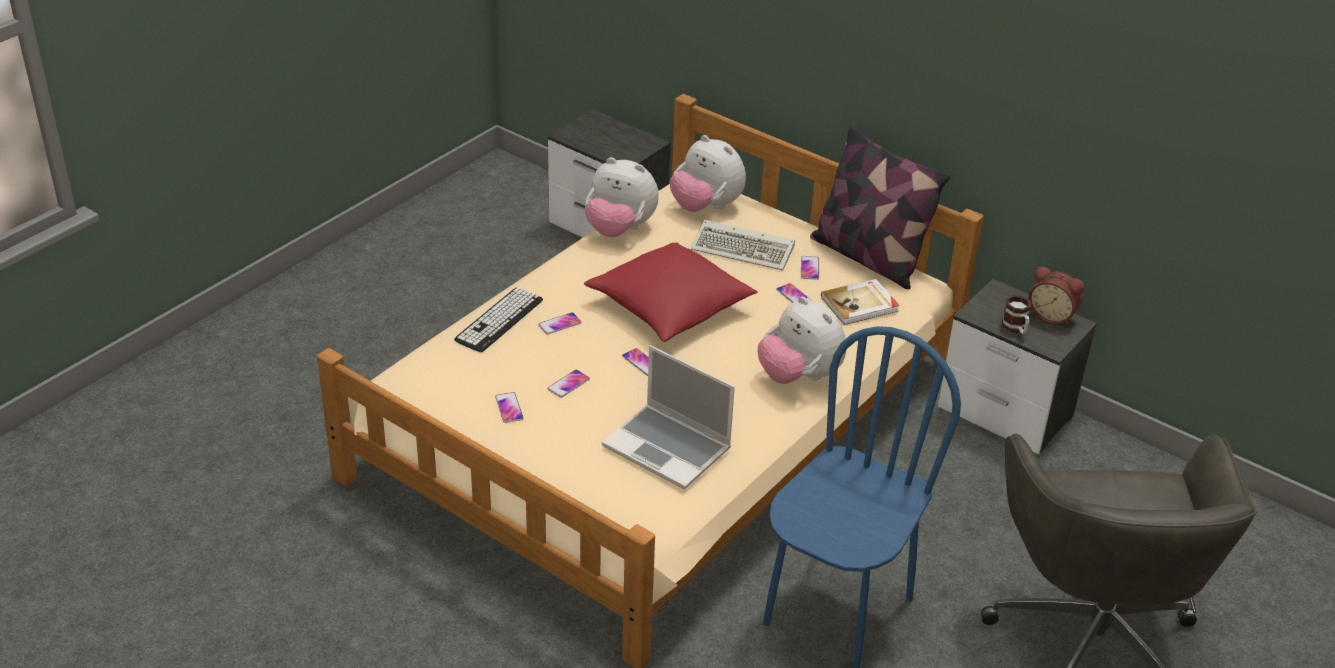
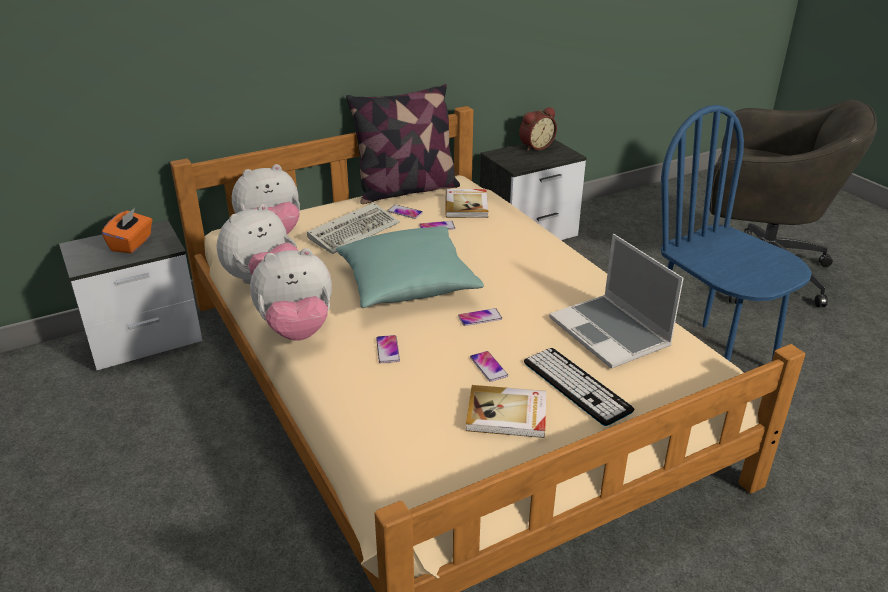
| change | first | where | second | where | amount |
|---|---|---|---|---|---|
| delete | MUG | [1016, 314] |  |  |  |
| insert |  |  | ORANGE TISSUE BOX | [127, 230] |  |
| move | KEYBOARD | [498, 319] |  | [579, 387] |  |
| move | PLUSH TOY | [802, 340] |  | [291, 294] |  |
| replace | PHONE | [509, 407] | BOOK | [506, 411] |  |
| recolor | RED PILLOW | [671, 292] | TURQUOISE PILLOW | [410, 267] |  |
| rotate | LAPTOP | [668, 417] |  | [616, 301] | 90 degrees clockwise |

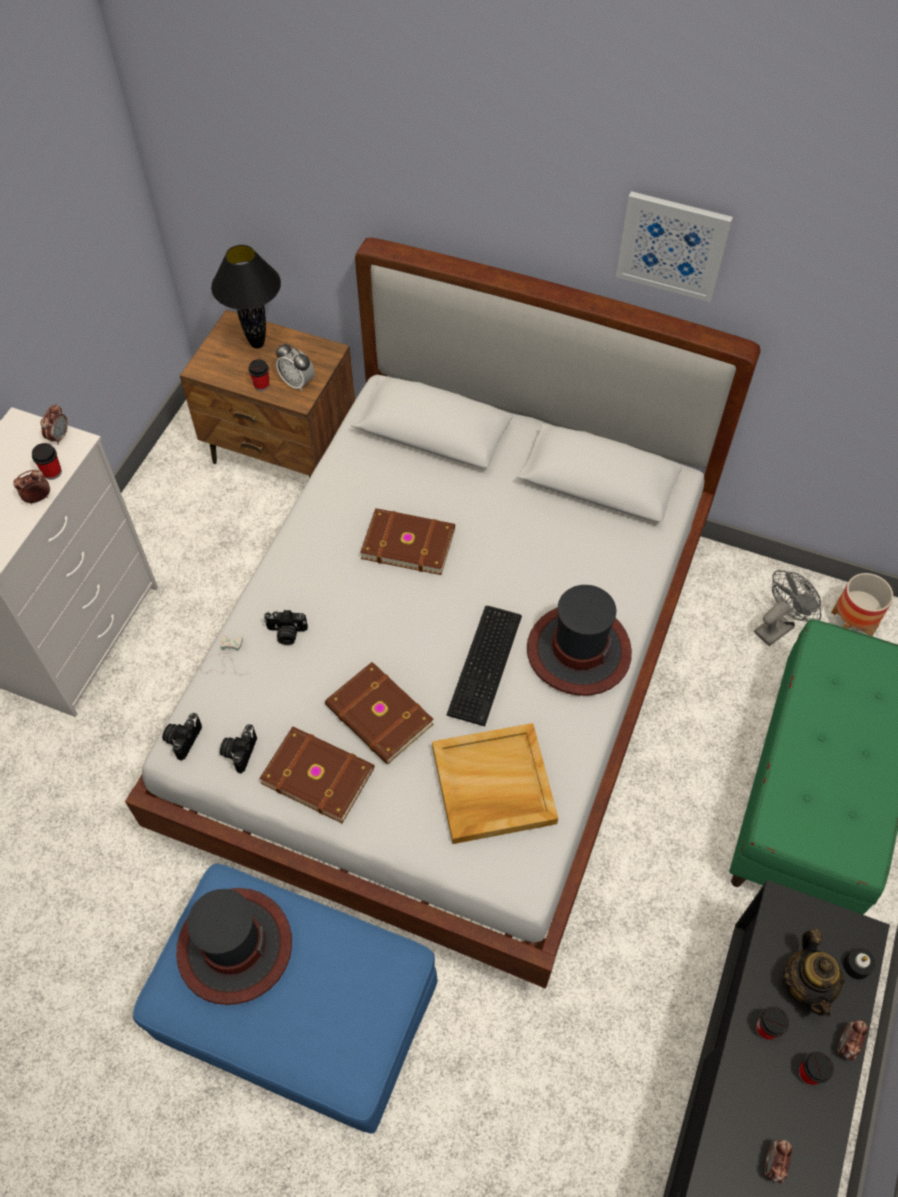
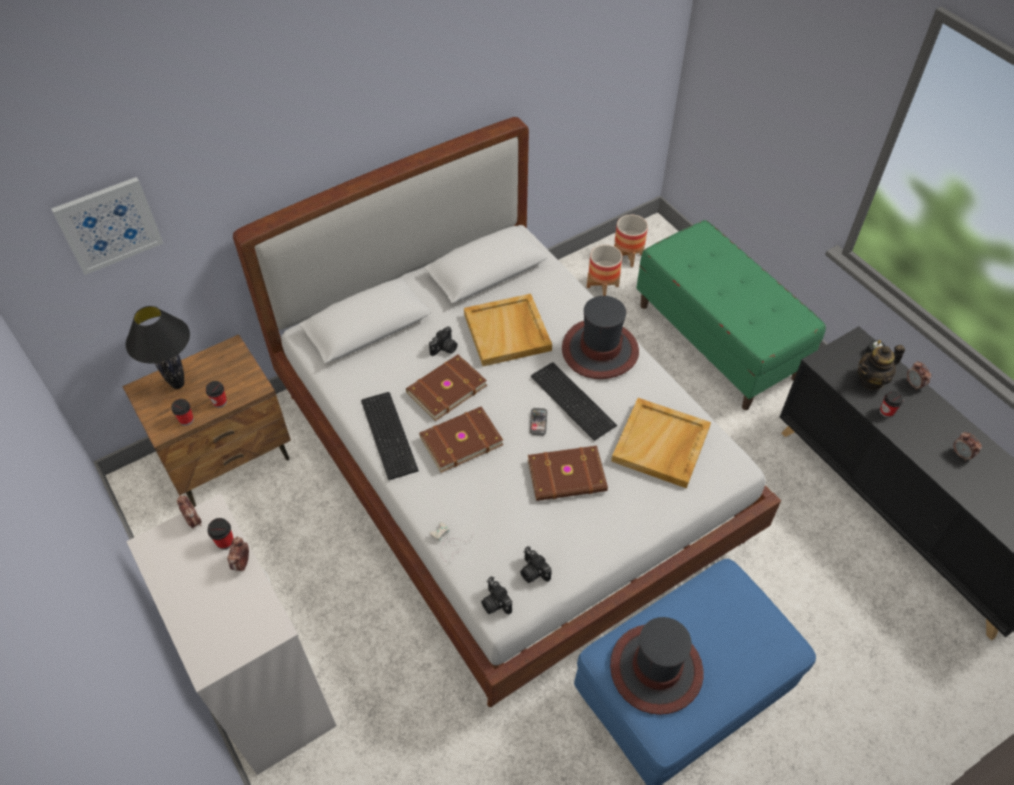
| change | first | where | second | where | amount |
|---|---|---|---|---|---|
| delete | ALARM CLOCK | [295, 368] |  |  |  |
| insert |  |  | KEYBOARD | [390, 436] |  |
| insert |  |  | BEIGE TRAY | [508, 330] |  |
| insert |  |  | PHONE | [538, 421] |  |
| move | BROWN BOOK | [316, 775] |  | [461, 439] |  |
| move | PHOTO CAMERA | [286, 627] |  | [443, 341] |  |
| move | PICTURE | [674, 246] |  | [107, 226] |  |
| move | CUP | [816, 1068] |  | [182, 412] |  |
| replace | GREY FAN | [787, 608] | PLANTER | [604, 270] |  |
| rotate | TEAPOT | [813, 973] |  | [881, 367] | 120 degrees clockwise |

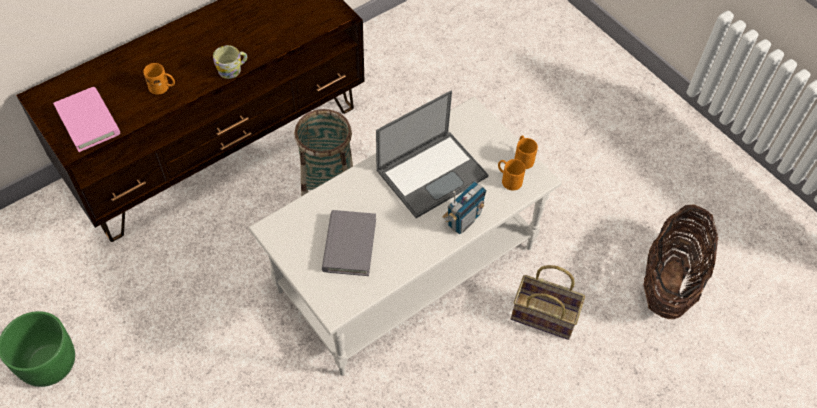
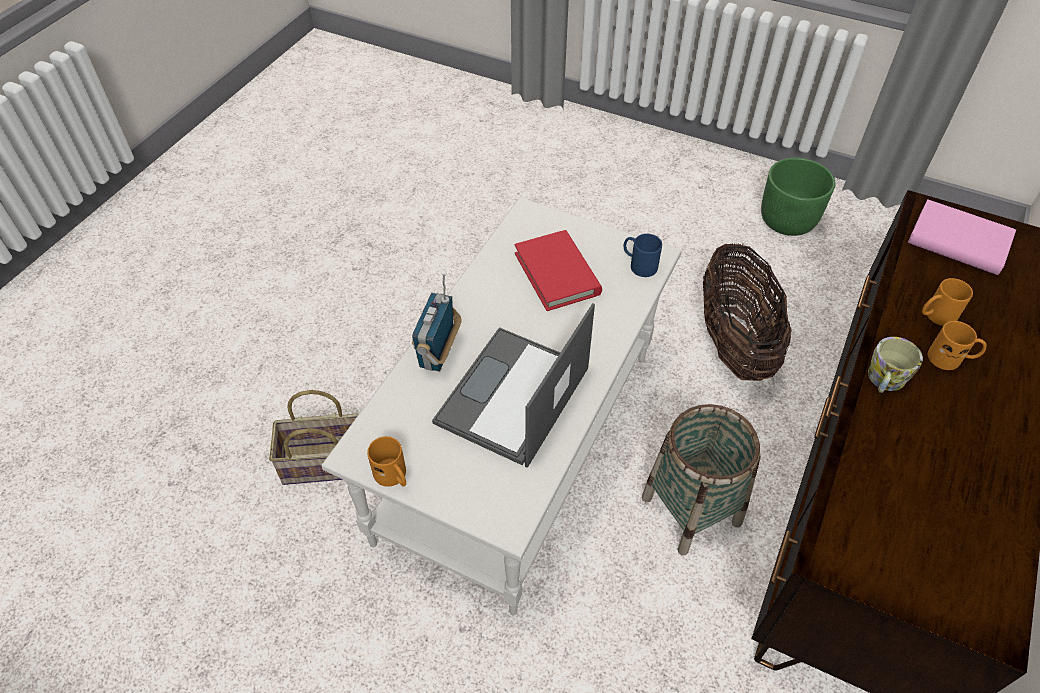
| change | first | where | second | where | amount |
|---|---|---|---|---|---|
| insert |  |  | BLUE MUG | [643, 255] |  |
| move | ORANGE MUG | [512, 175] |  | [957, 345] |  |
| move | BASKET | [680, 261] |  | [747, 312] |  |
| recolor | GREY BOOK | [349, 243] | RED BOOK | [558, 270] |  |

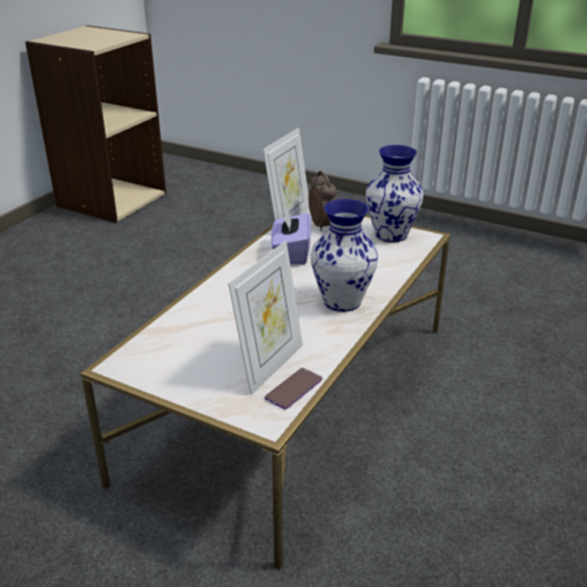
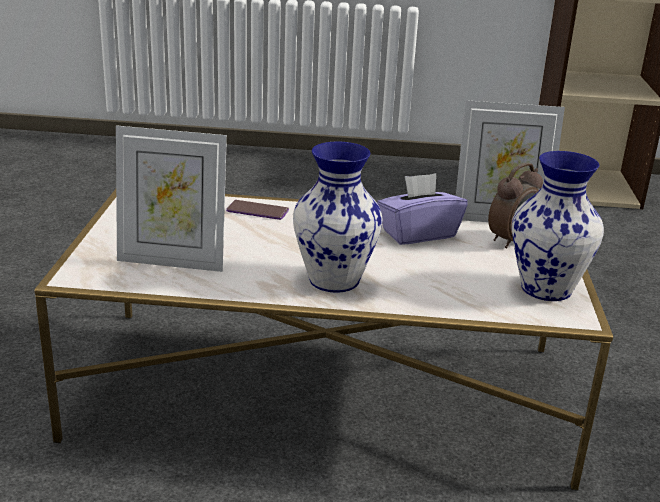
| change | first | where | second | where | amount |
|---|---|---|---|---|---|
| move | PHONE | [293, 388] |  | [257, 210] |  |

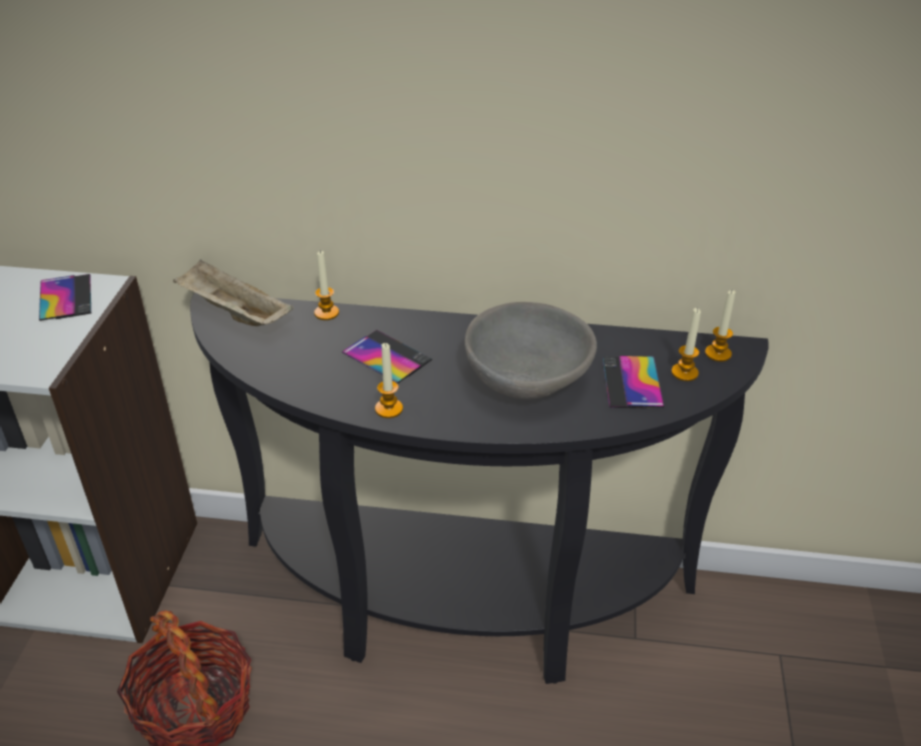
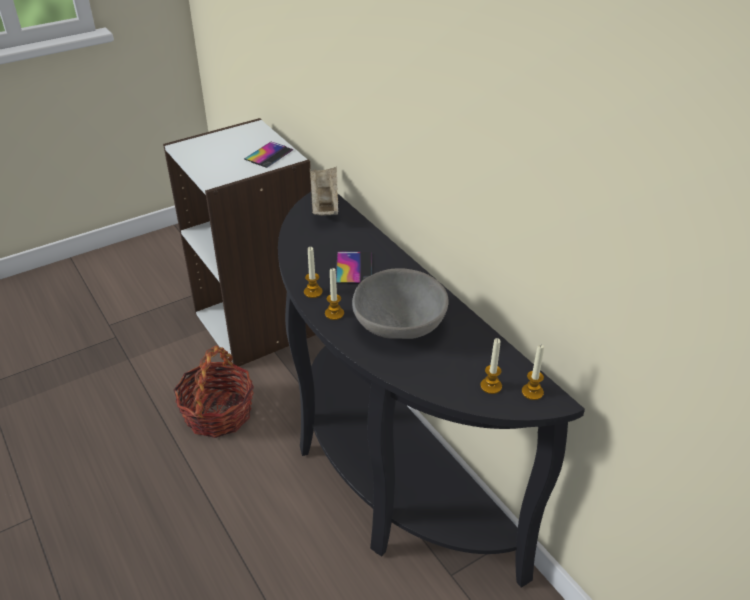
| change | first | where | second | where | amount |
|---|---|---|---|---|---|
| delete | PHONE | [633, 382] |  |  |  |
| move | CANDLE | [326, 285] |  | [334, 294] |  |

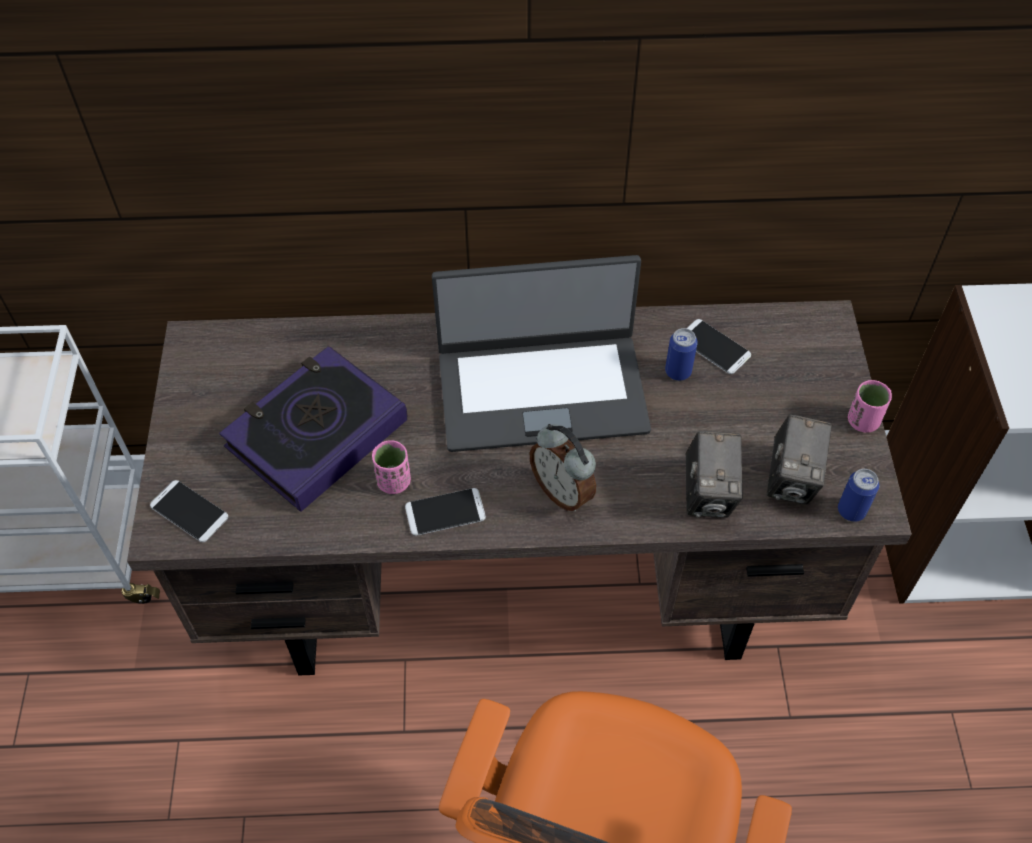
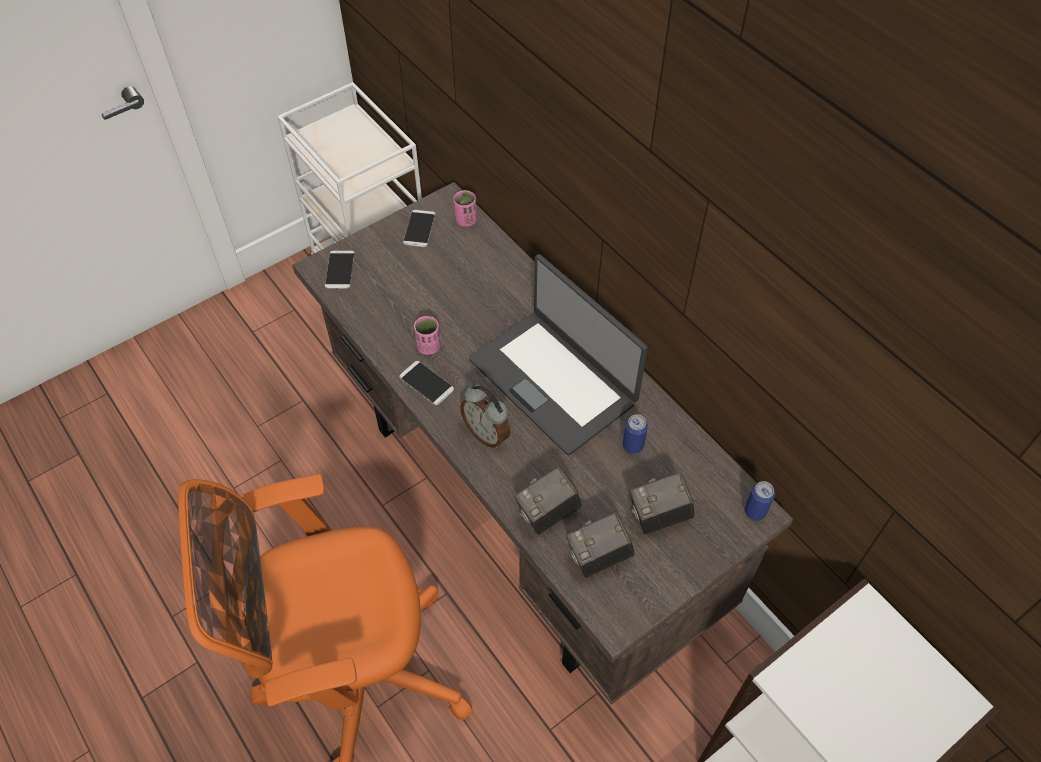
| change | first | where | second | where | amount |
|---|---|---|---|---|---|
| delete | BOOK | [313, 429] |  |  |  |
| insert |  |  | PHOTO CAMERA | [662, 503] |  |
| move | PHONE | [718, 346] |  | [419, 228] |  |
| move | CAN | [858, 495] |  | [760, 500] |  |
| move | PINK CUP | [870, 406] |  | [465, 208] |  |
| rotate | ALARM CLOCK | [563, 468] |  | [485, 416] | 60 degrees counterclockwise |

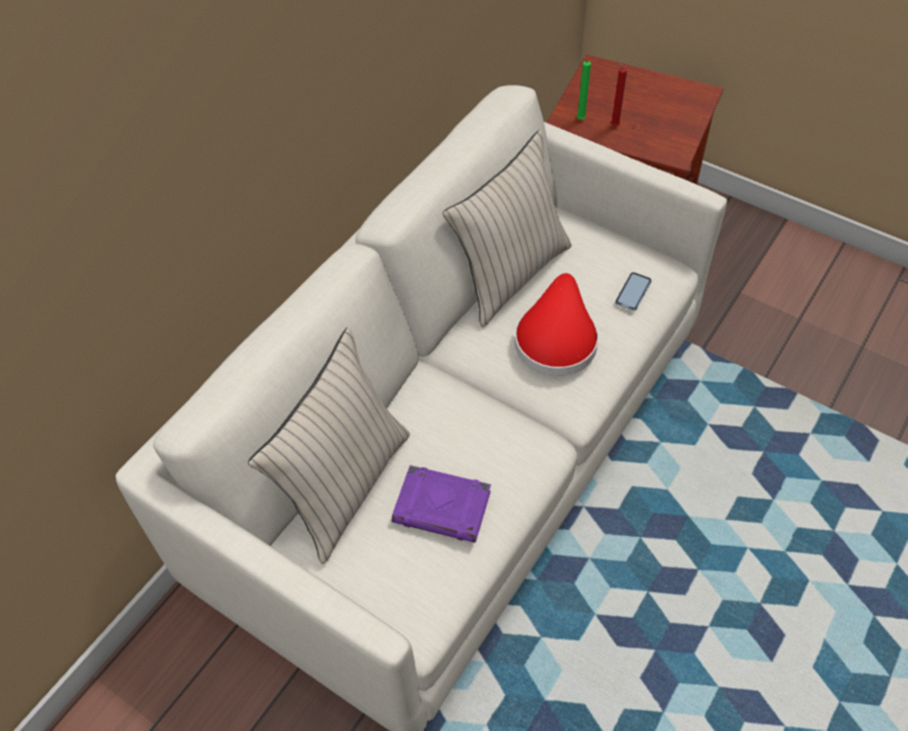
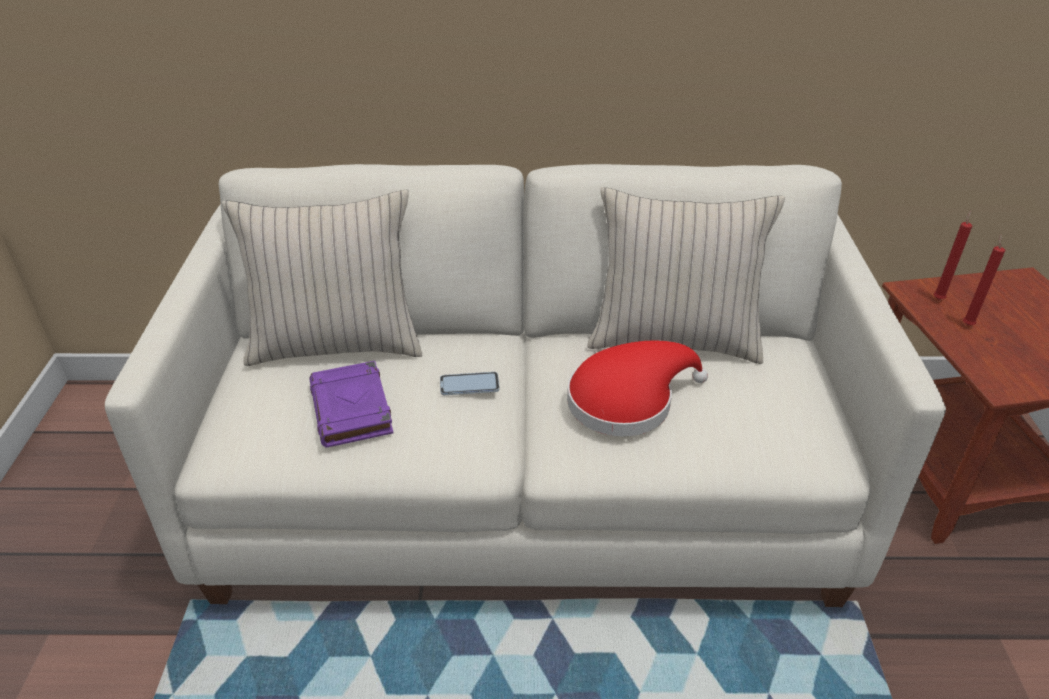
| change | first | where | second | where | amount |
|---|---|---|---|---|---|
| move | PHONE | [633, 291] |  | [470, 383] |  |
| recolor | GREEN CANDLE | [584, 86] | RED CANDLE | [953, 255] |  |

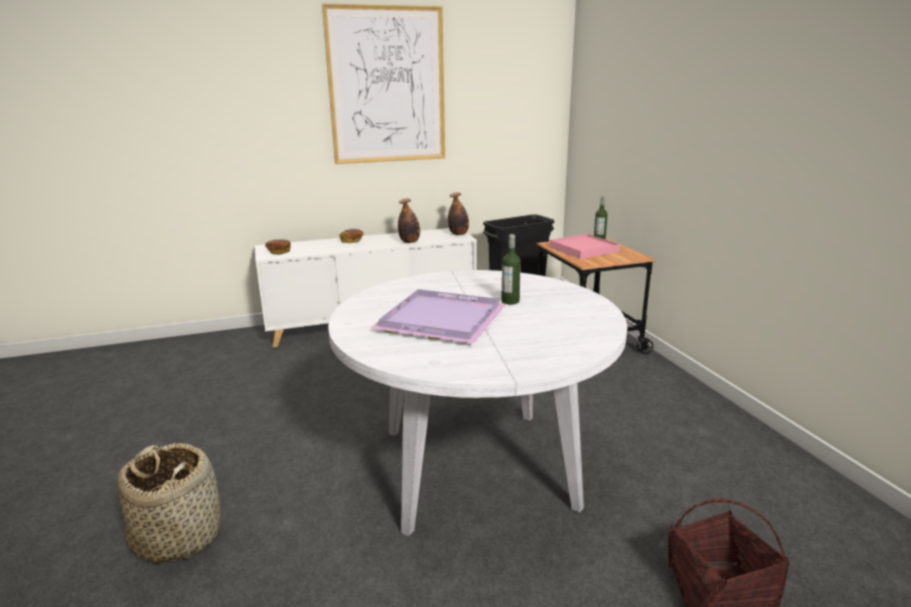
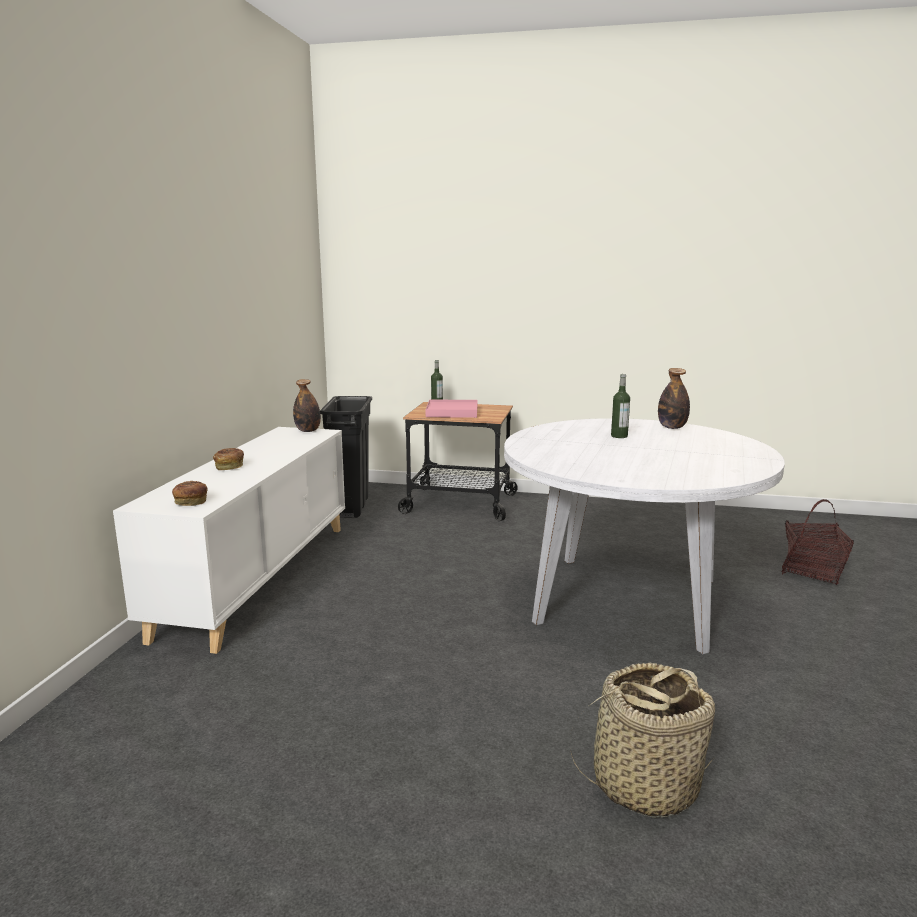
| change | first | where | second | where | amount |
|---|---|---|---|---|---|
| delete | PICTURE | [383, 83] |  |  |  |
| delete | PURPLE TRAY | [438, 316] |  |  |  |
| move | BOTTLE | [409, 221] |  | [674, 398] |  |

